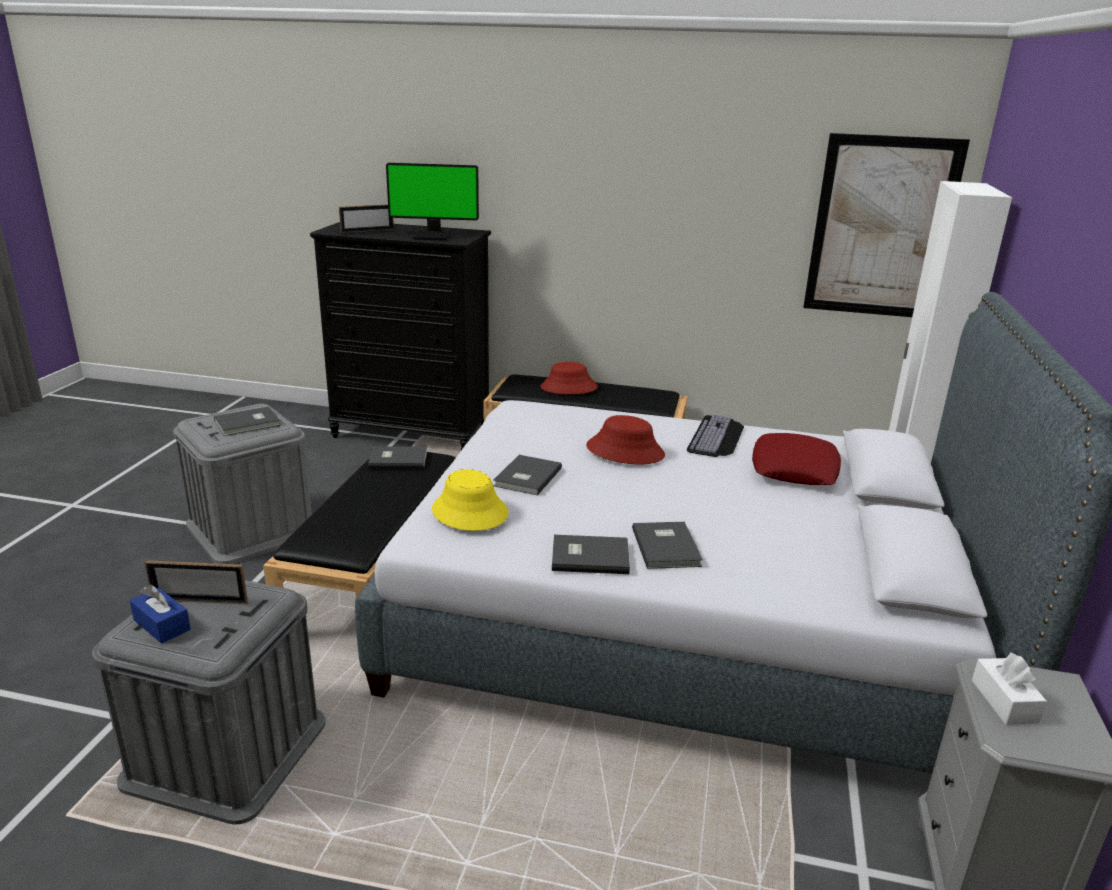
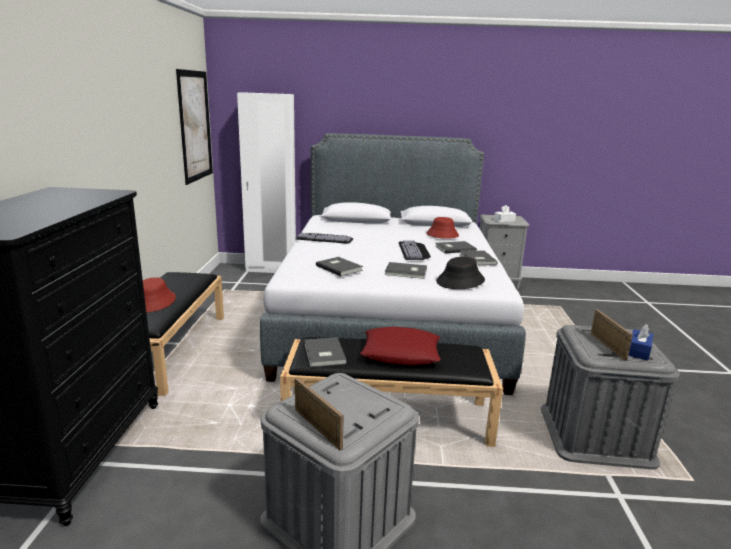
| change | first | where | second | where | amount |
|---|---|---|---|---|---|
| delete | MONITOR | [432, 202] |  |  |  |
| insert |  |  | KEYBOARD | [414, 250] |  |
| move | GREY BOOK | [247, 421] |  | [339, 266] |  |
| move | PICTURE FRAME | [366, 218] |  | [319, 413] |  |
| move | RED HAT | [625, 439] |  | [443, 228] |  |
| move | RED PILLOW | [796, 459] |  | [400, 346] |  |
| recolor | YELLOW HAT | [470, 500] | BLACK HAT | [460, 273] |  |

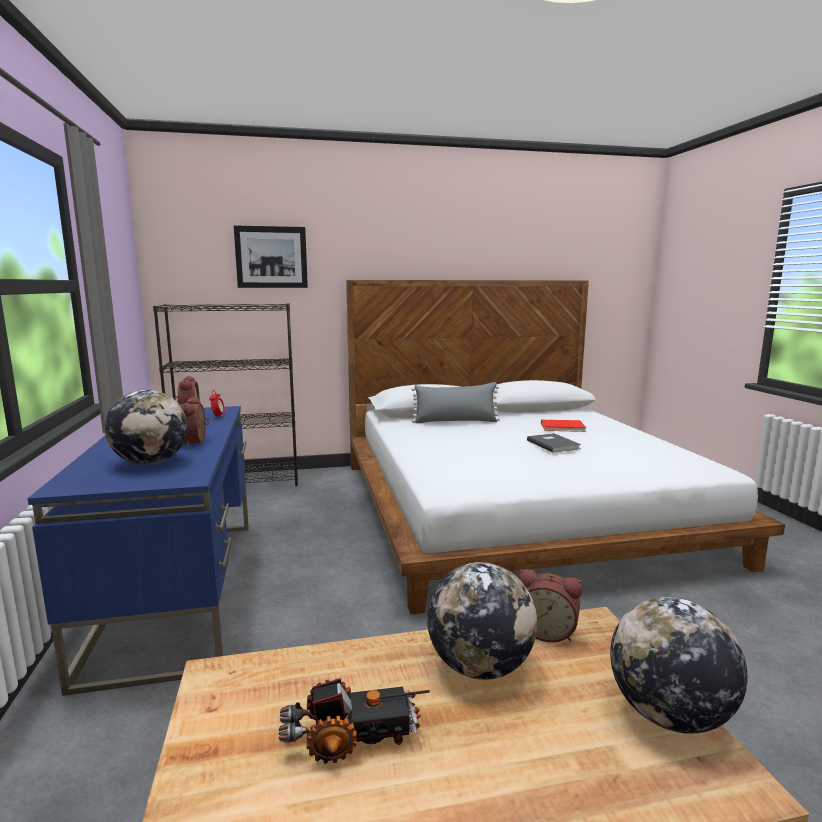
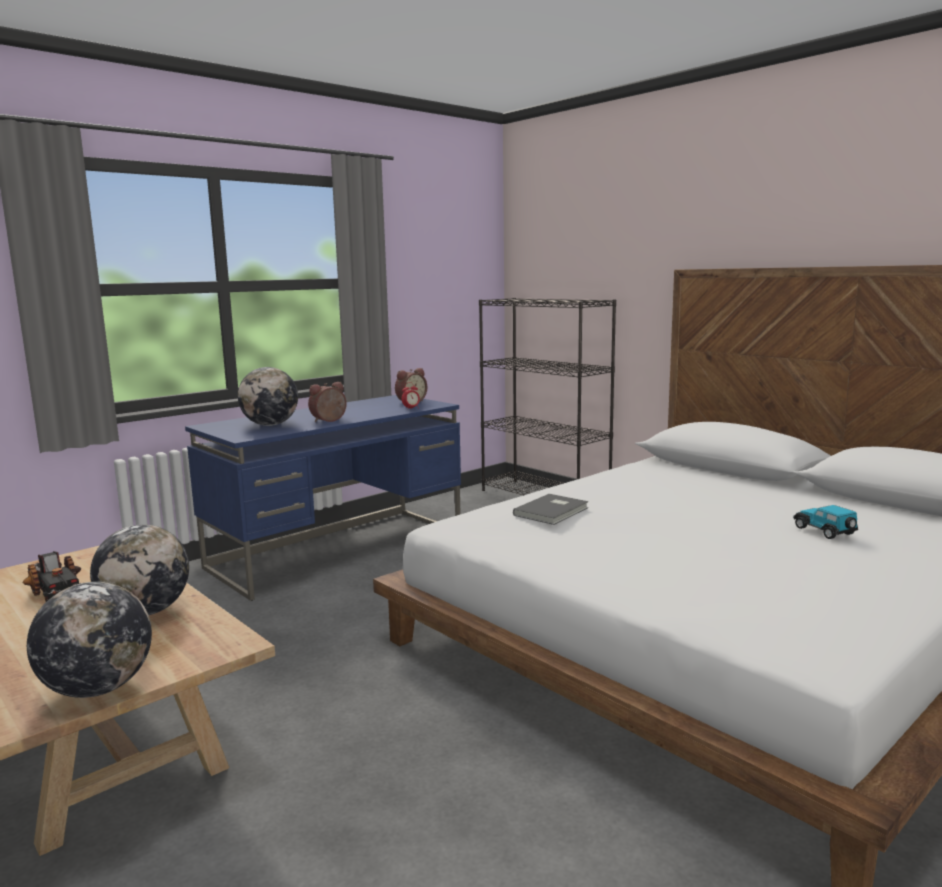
| change | first | where | second | where | amount |
|---|---|---|---|---|---|
| delete | PICTURE | [271, 256] |  |  |  |
| delete | GREY PILLOW | [456, 402] |  |  |  |
| delete | ALARM CLOCK | [550, 605] |  |  |  |
| move | GREY BOOK | [554, 443] |  | [551, 509] |  |
| replace | RED BOOK | [563, 426] | TOY CAR | [825, 522] |  |

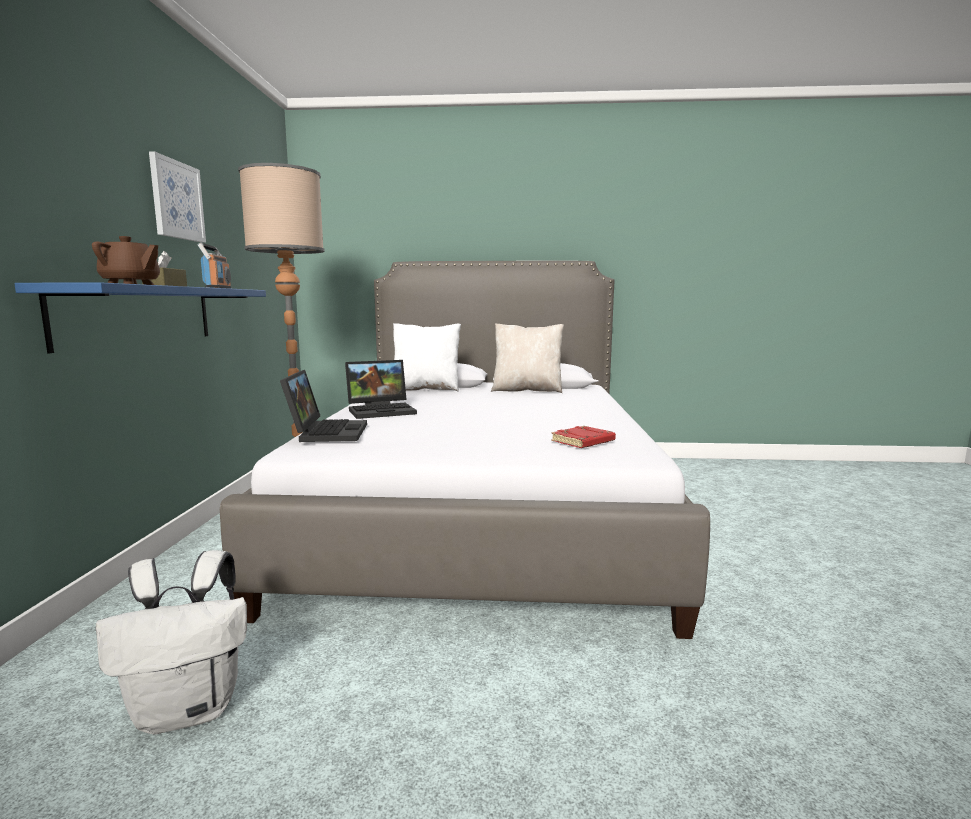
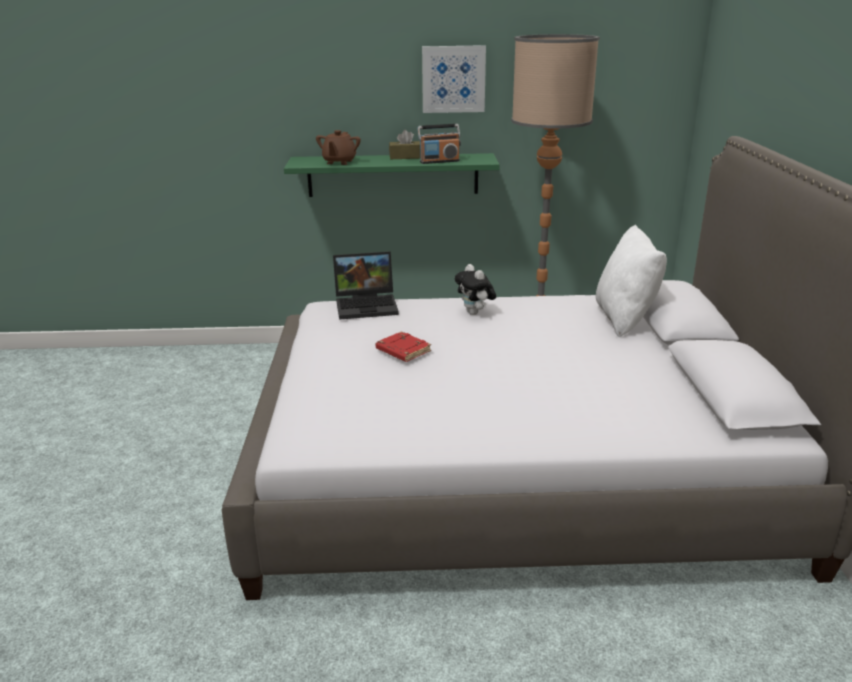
| change | first | where | second | where | amount |
|---|---|---|---|---|---|
| delete | WHITE BACKPACK | [171, 642] |  |  |  |
| delete | BEIGE PILLOW | [527, 358] |  |  |  |
| move | RED BOOK | [583, 437] |  | [403, 346] |  |
| replace | LAPTOP | [381, 389] | PLUSH TOY | [475, 289] |  |
| recolor | BLUE SHELF | [140, 317] | GREEN SHELF | [392, 175] |  |

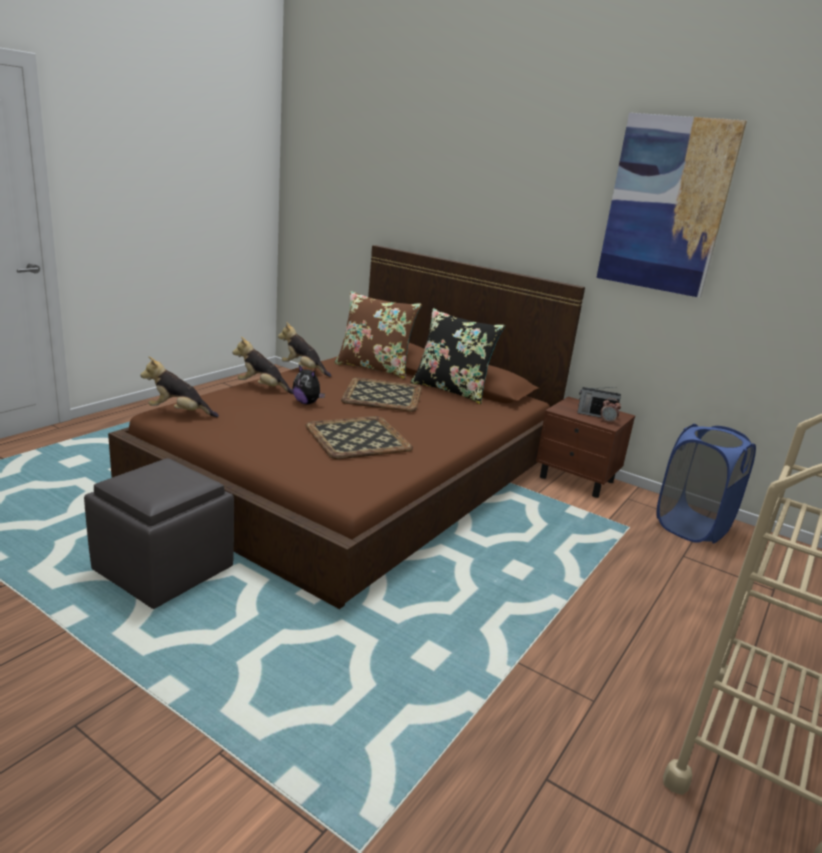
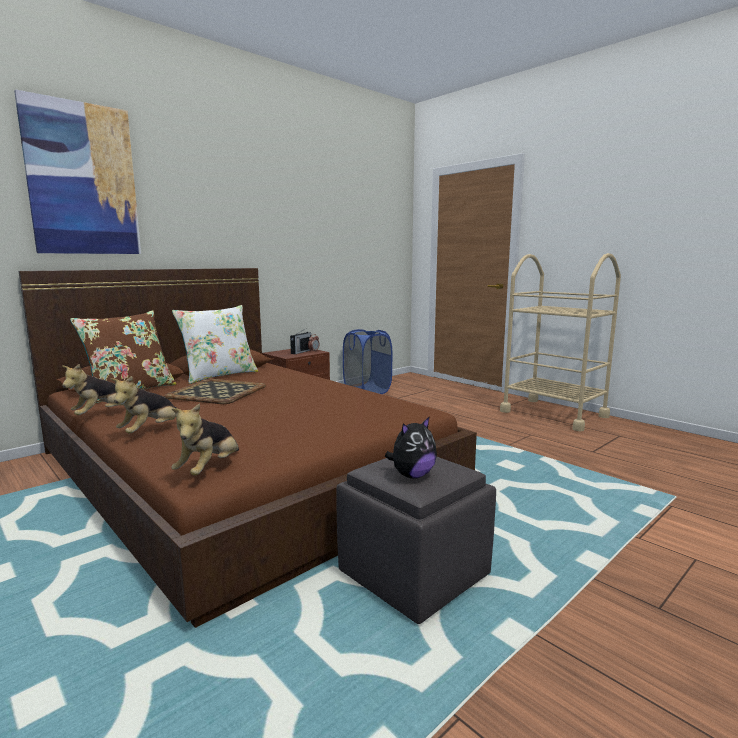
| change | first | where | second | where | amount |
|---|---|---|---|---|---|
| delete | TRAY | [359, 437] |  |  |  |
| move | PLUSH TOY | [308, 385] |  | [411, 447] |  |
| move | PICTURE | [671, 205] |  | [77, 171] |  |
| recolor | BLACK PILLOW | [457, 356] | WHITE PILLOW | [215, 344] |  |

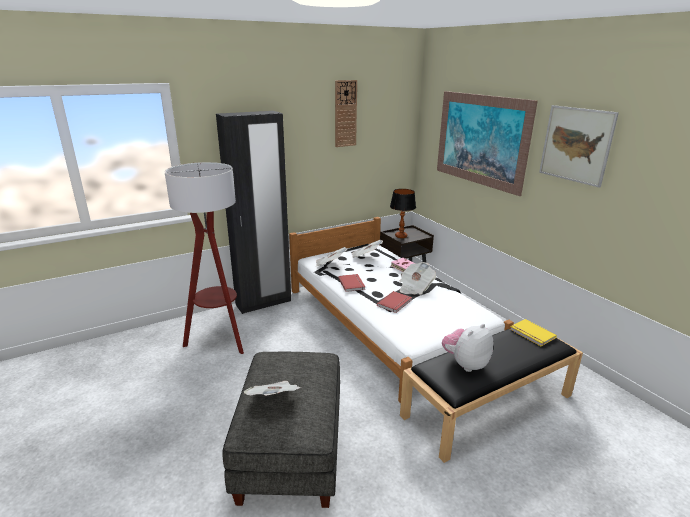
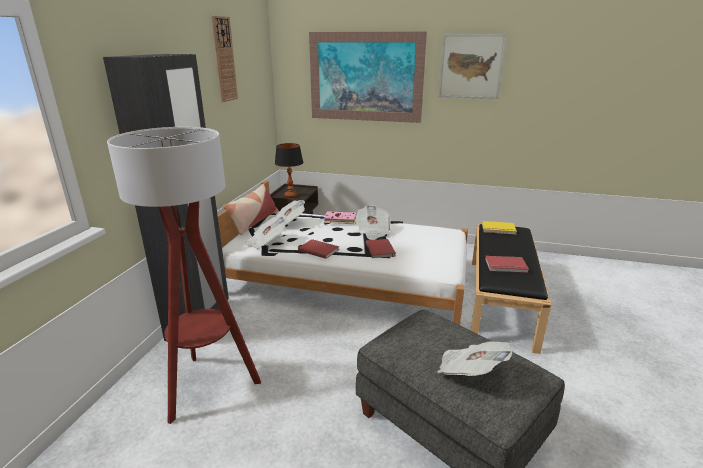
| change | first | where | second | where | amount |
|---|---|---|---|---|---|
| insert |  |  | PILLOW | [251, 209] |  |
| replace | PLUSH TOY | [468, 348] | RED BOOK | [507, 264] |  |

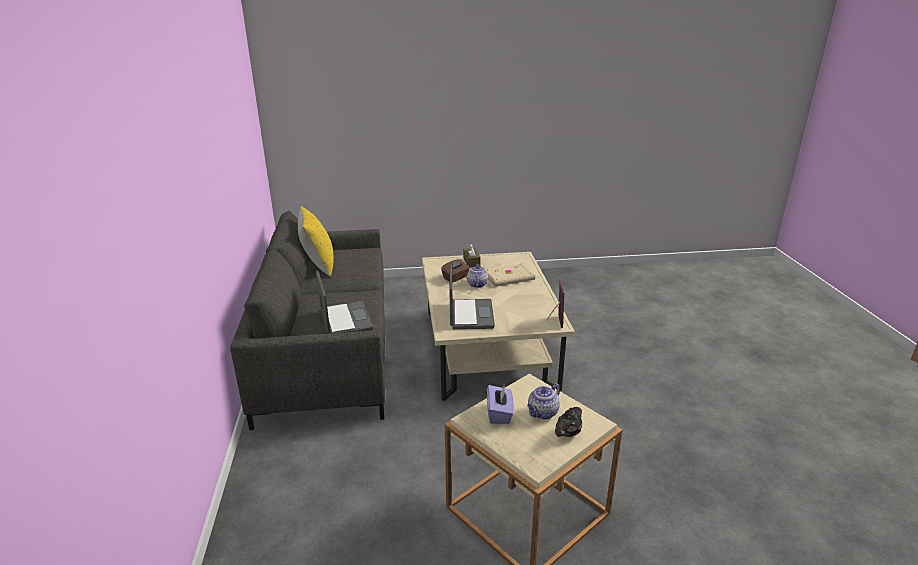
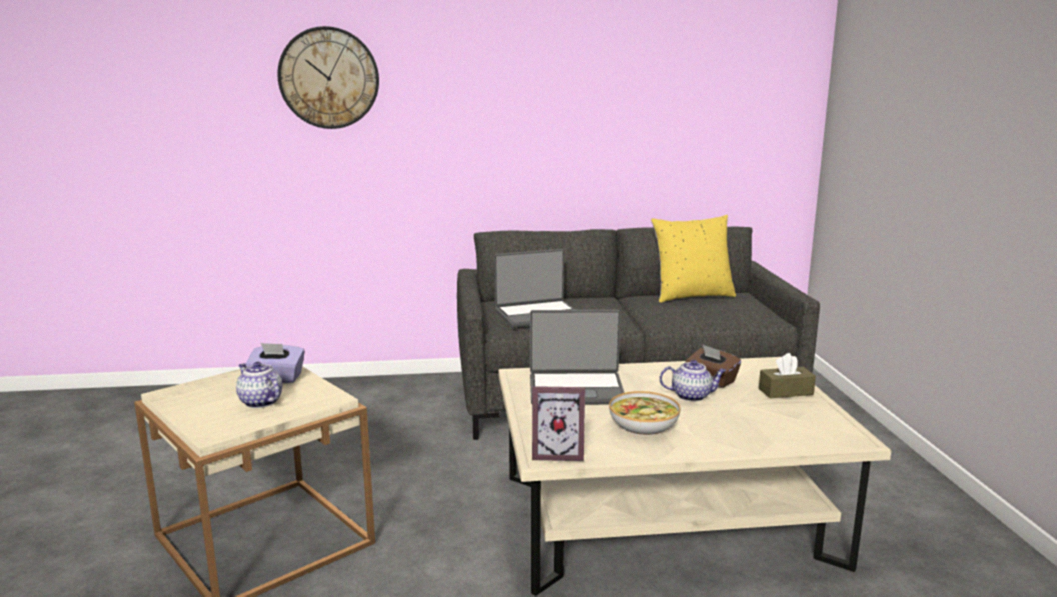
| change | first | where | second | where | amount |
|---|---|---|---|---|---|
| delete | BEIGE BOOK | [510, 275] |  |  |  |
| delete | BLACK TEAPOT | [568, 422] |  |  |  |
| insert |  |  | WALL CLOCK | [328, 77] |  |
| insert |  |  | BOWL | [644, 413] |  |

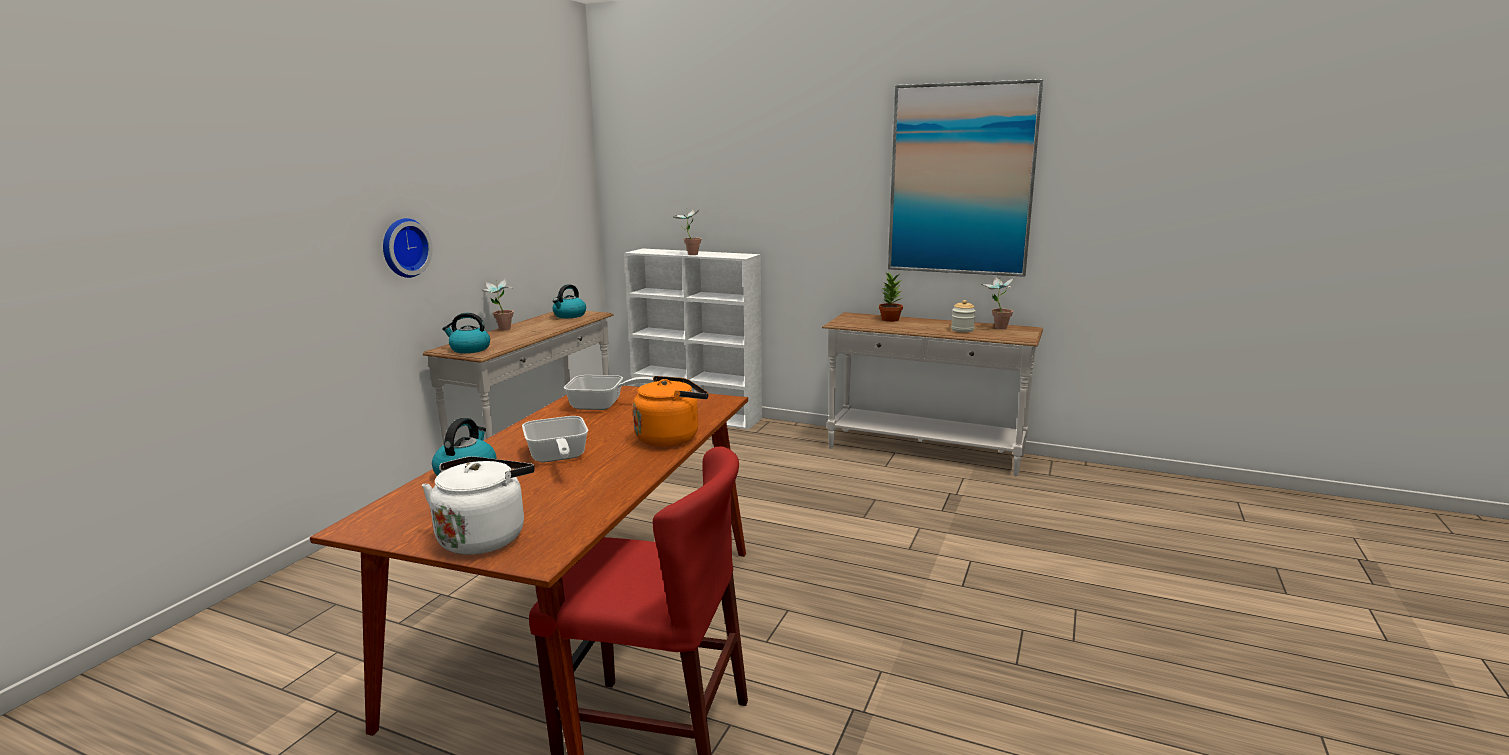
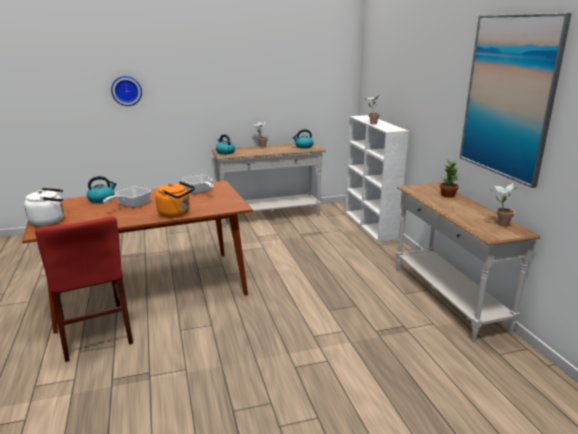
| change | first | where | second | where | amount |
|---|---|---|---|---|---|
| delete | JAR | [963, 316] |  |  |  |
| move | WALL CLOCK | [408, 248] |  | [126, 91] |  |

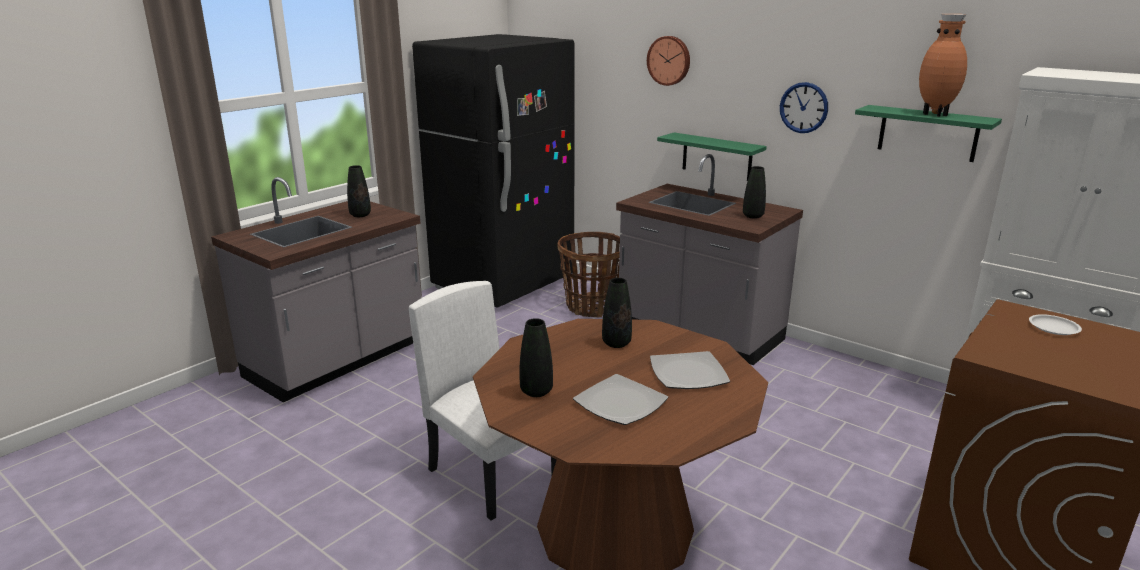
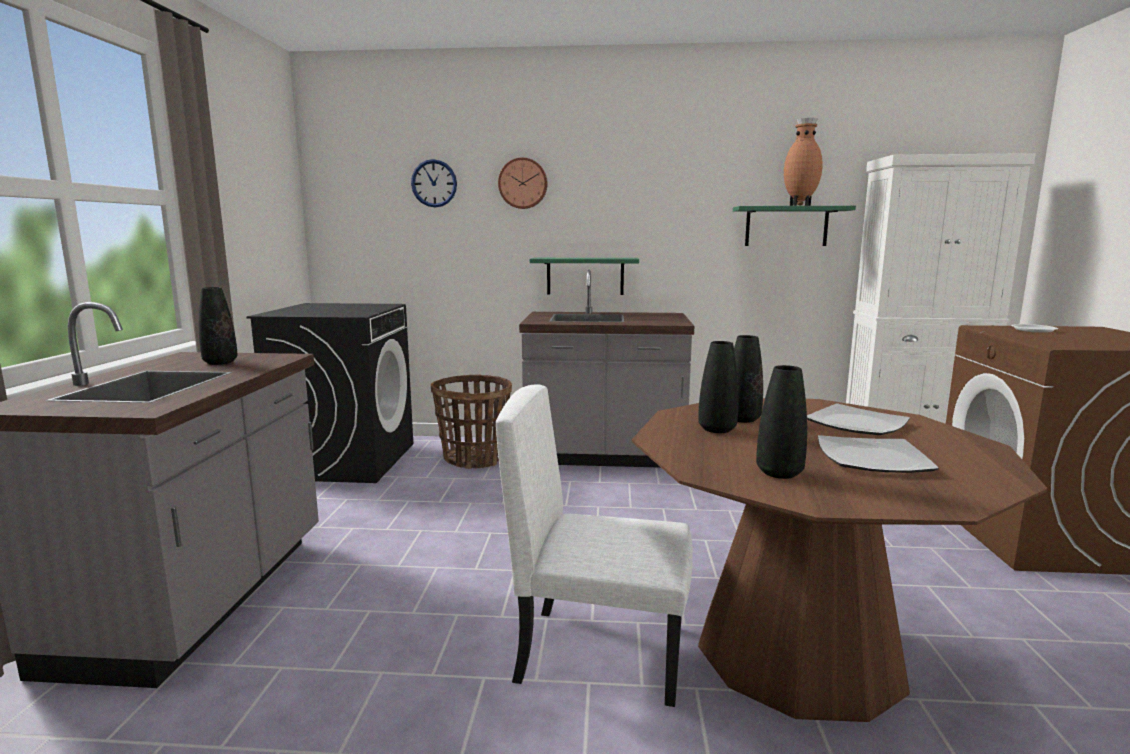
| change | first | where | second | where | amount |
|---|---|---|---|---|---|
| move | BLACK VASE | [754, 192] |  | [718, 387] |  |
| move | WALL CLOCK | [804, 107] |  | [434, 183] |  |
| replace | BLACK FRIDGE | [493, 171] | BLACK WASHING MACHINE | [329, 393] |  |

